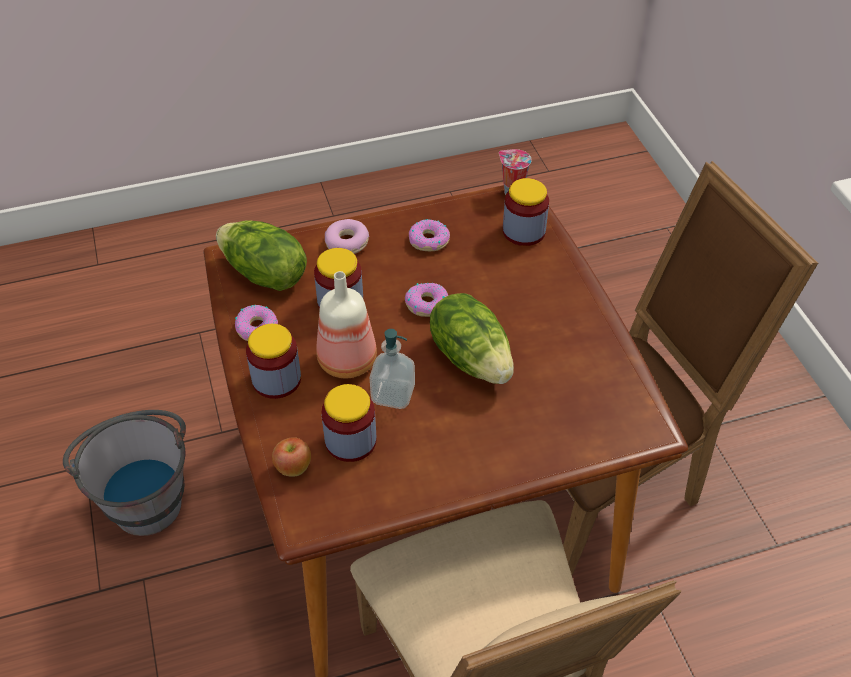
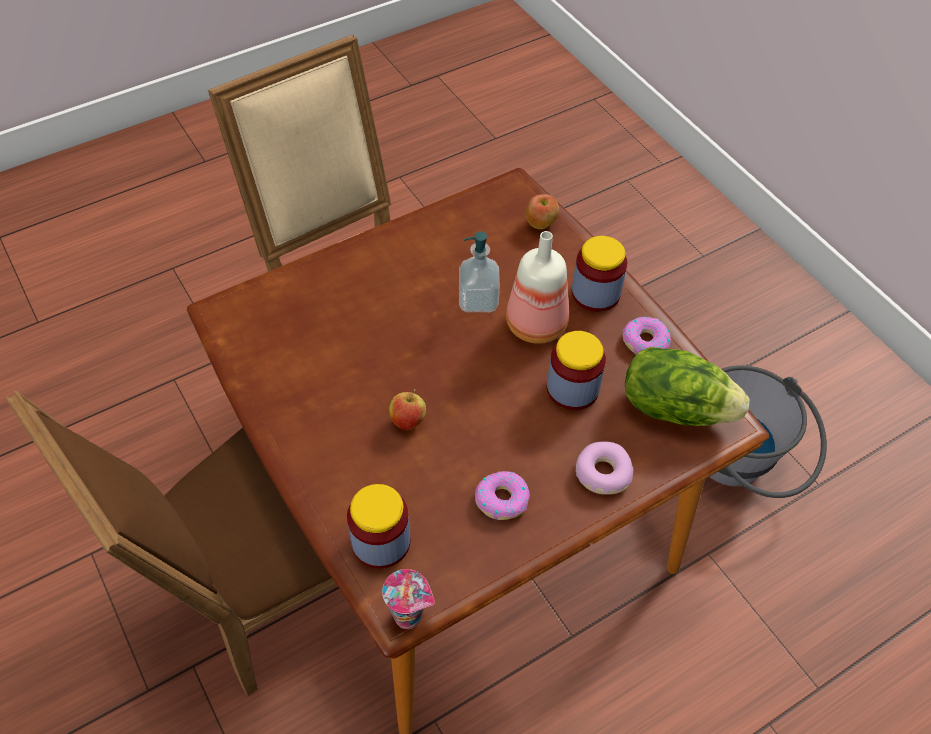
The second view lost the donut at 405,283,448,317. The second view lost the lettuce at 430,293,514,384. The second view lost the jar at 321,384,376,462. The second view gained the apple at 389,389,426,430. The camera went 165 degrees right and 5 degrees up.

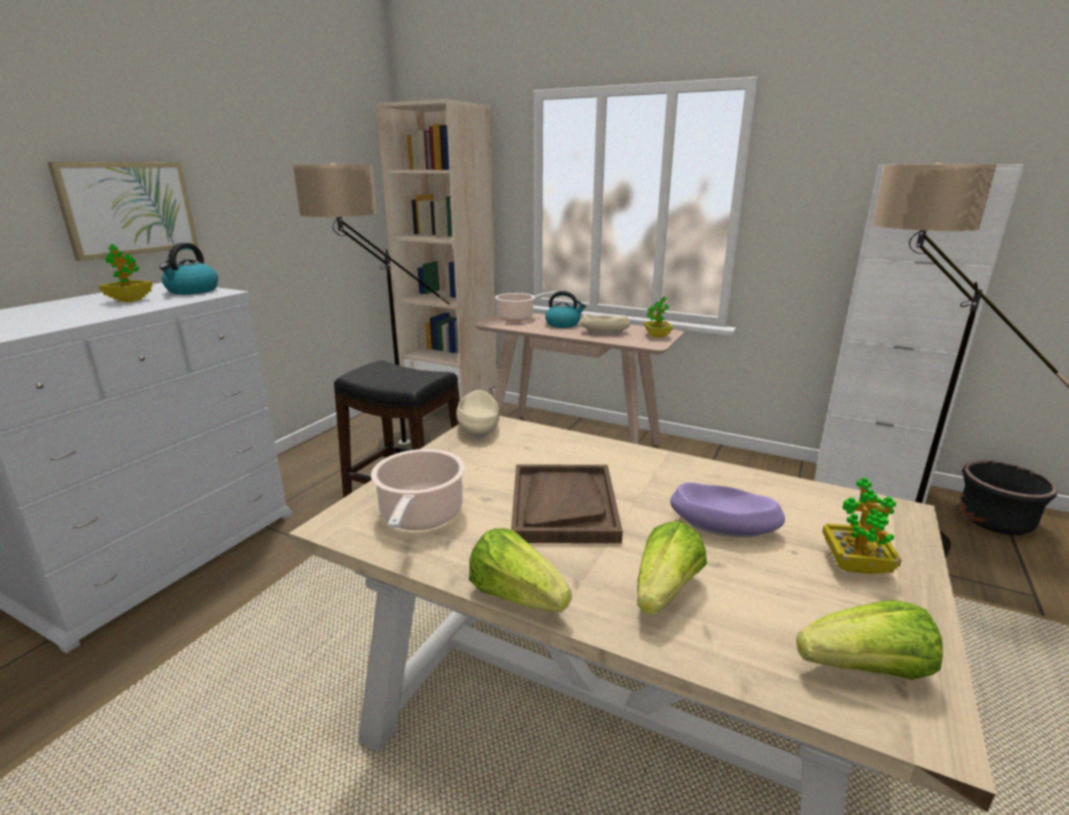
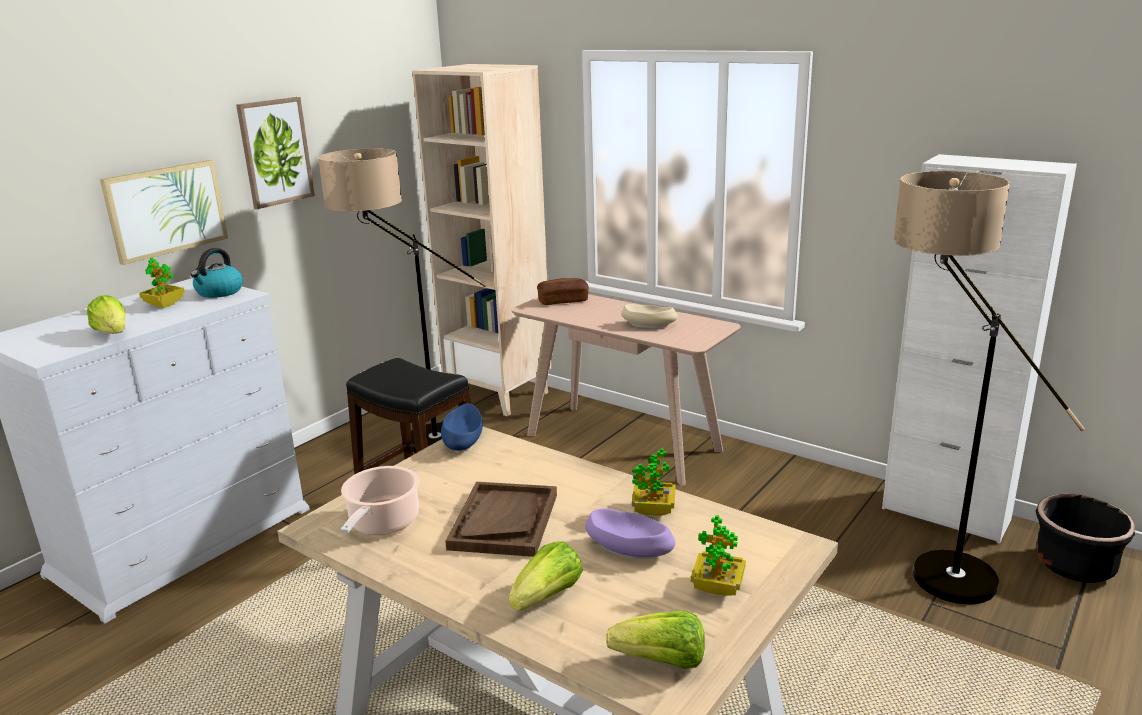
The second view lost the kettle at 545,291,586,328. Where the cooking_pot stood at 495,292,556,321, the bread came to stand at 537,278,589,305. The potted_plant ended up elsewhere, having gone from 644,296,673,338 to 632,448,675,516. What was the beige_bowl at 456,390,499,439 turned into the blue_bowl at 441,403,483,453. The lettuce ended up elsewhere, having gone from 469,528,572,612 to 87,295,126,334. The second view gained the picture at 236,97,315,209. The camera went 10 degrees right and 0 degrees up.

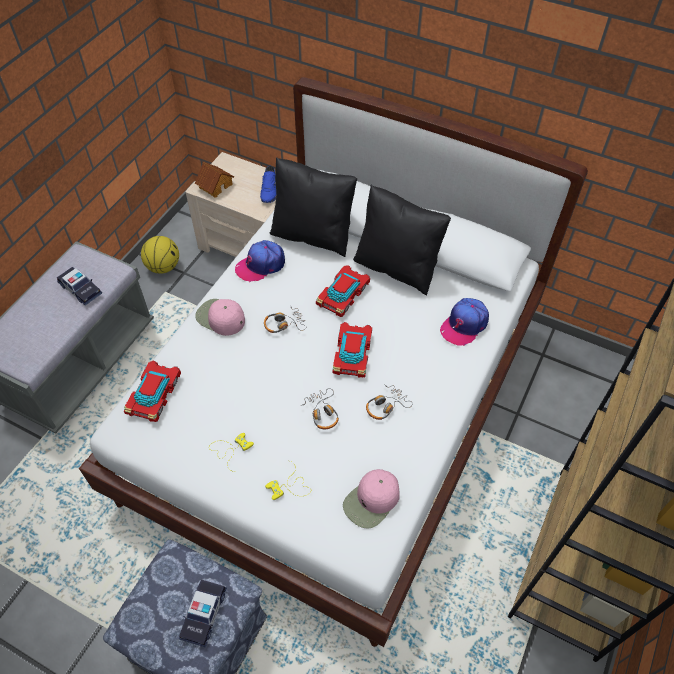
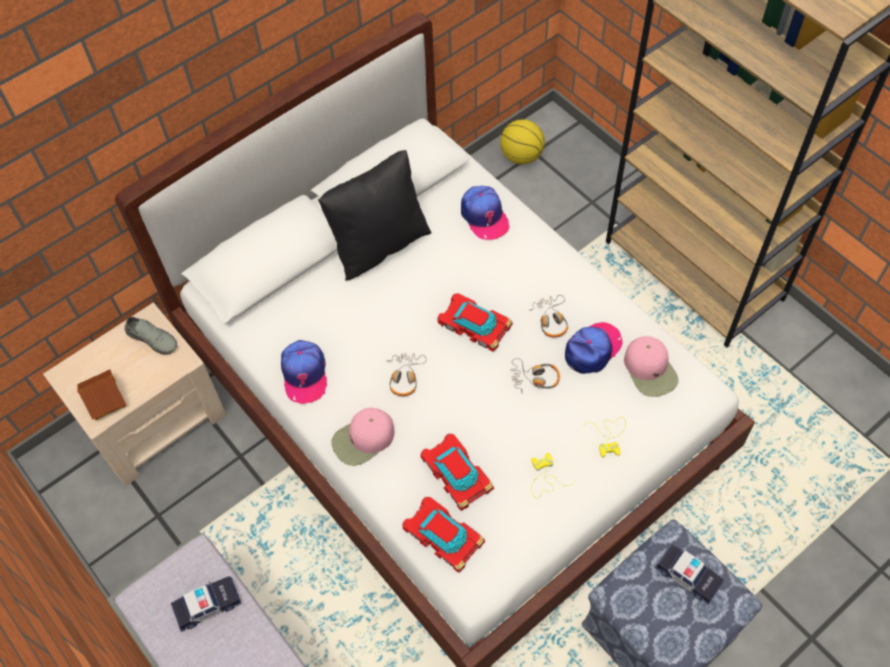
The second view lost the black_pillow at 270,157,357,257. What was the blue_shoe at 260,166,276,203 turned into the grey_shoe at 125,317,177,354. The basketball ended up elsewhere, having gone from 141,236,179,274 to 500,120,545,164. The toy_car ended up elsewhere, having gone from 316,265,370,317 to 420,433,494,511. The second view gained the cap at 565,322,623,374. The camera went 65 degrees left and 5 degrees up.

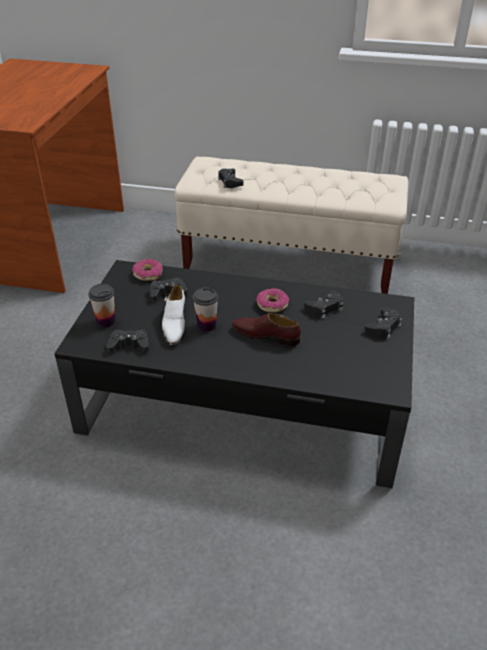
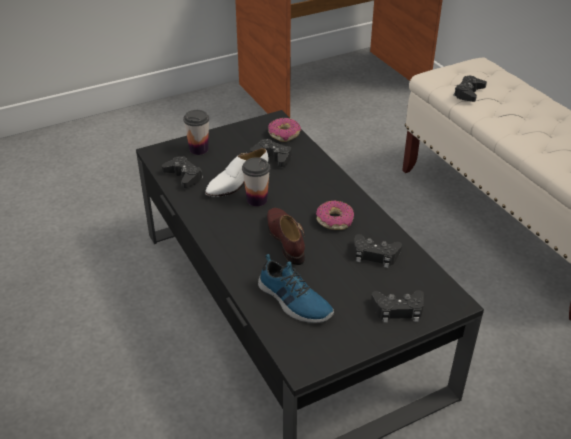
The second view gained the shoe at 258,254,334,323. The camera went 50 degrees right and 0 degrees up.

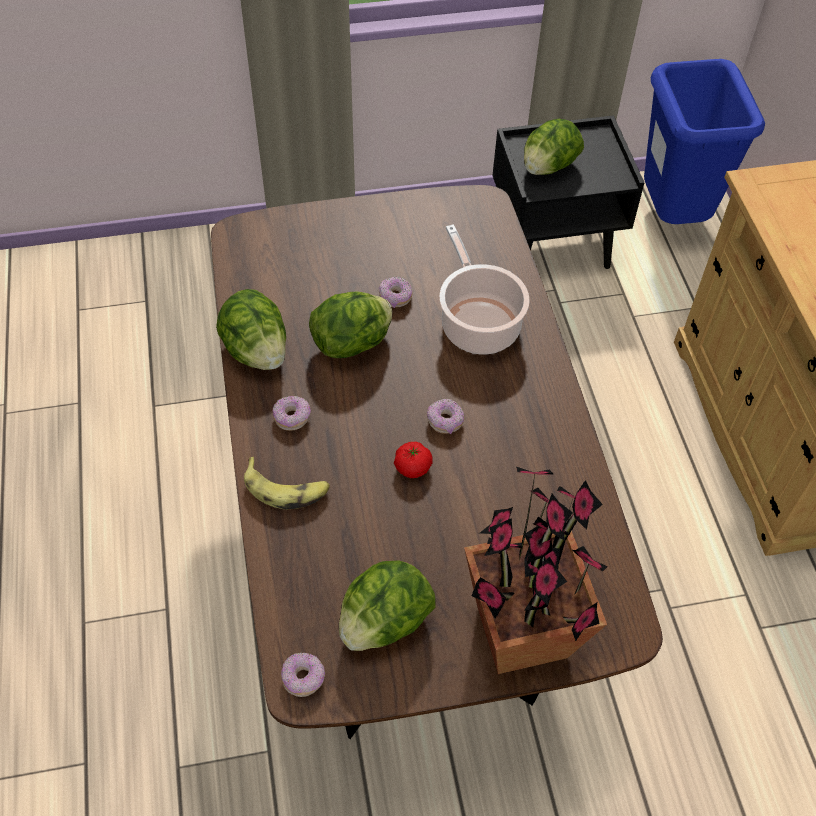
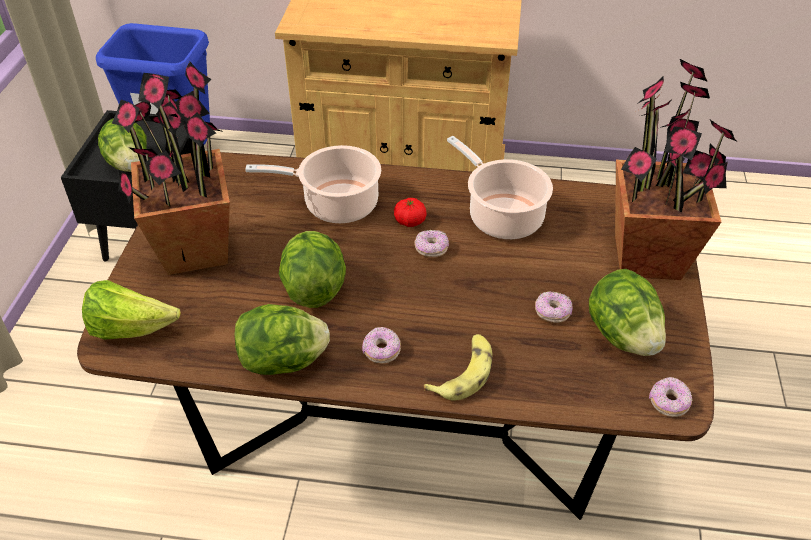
The donut ended up elsewhere, having gone from 379,277,413,308 to 535,291,573,323. The tomato ended up elsewhere, having gone from 394,442,433,478 to 394,198,427,227. The second view gained the potted_plant at 112,62,230,275. The second view gained the cooking_pot at 447,136,553,239. The second view gained the lettuce at 82,280,181,339. The camera went 70 degrees left and 10 degrees down.

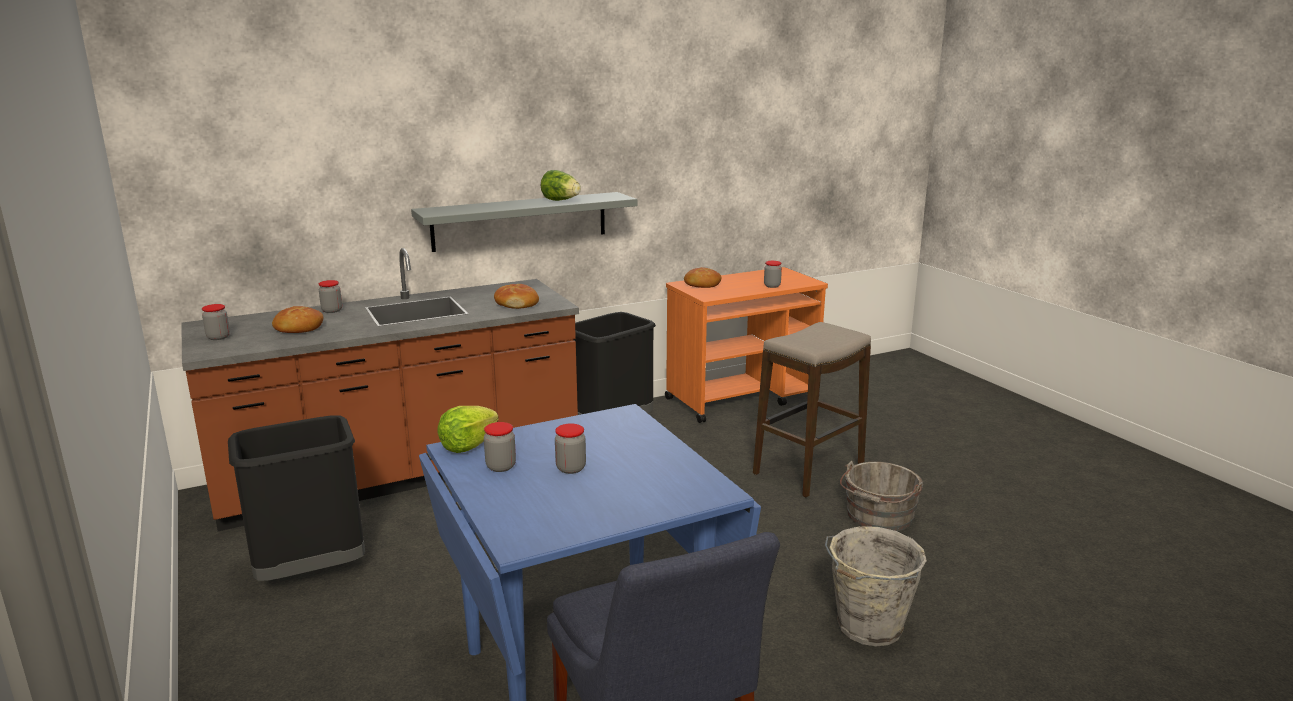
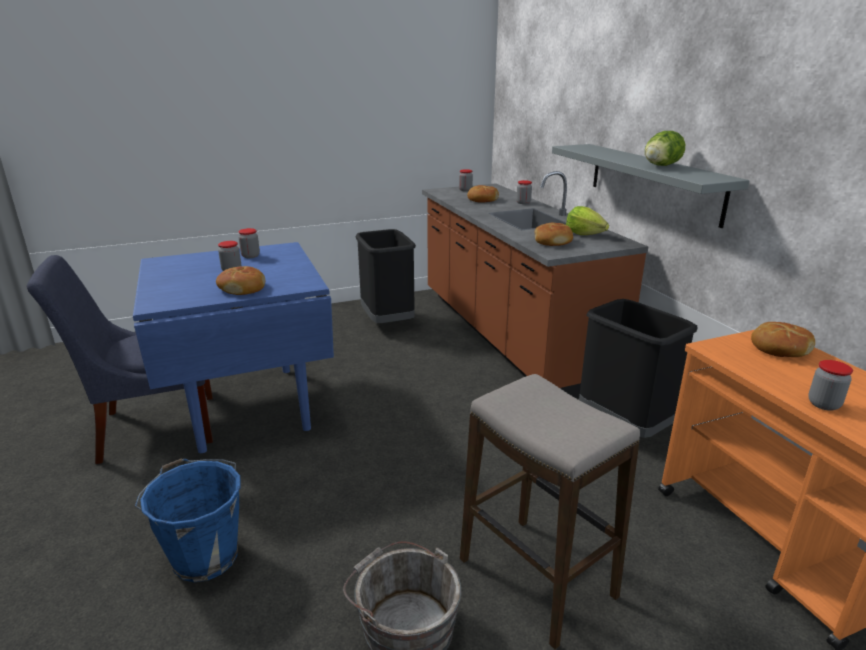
The lettuce ended up elsewhere, having gone from 437,406,498,453 to 566,206,609,235. What was the grey_bucket at 825,526,927,646 turned into the blue_bucket at 135,459,240,582. The second view gained the bread at 216,266,265,295. The camera went 95 degrees right and 5 degrees up.

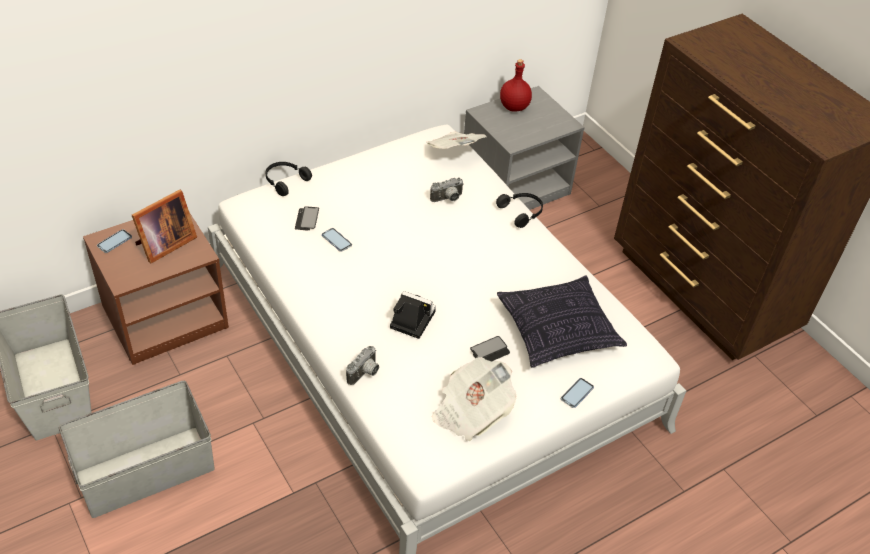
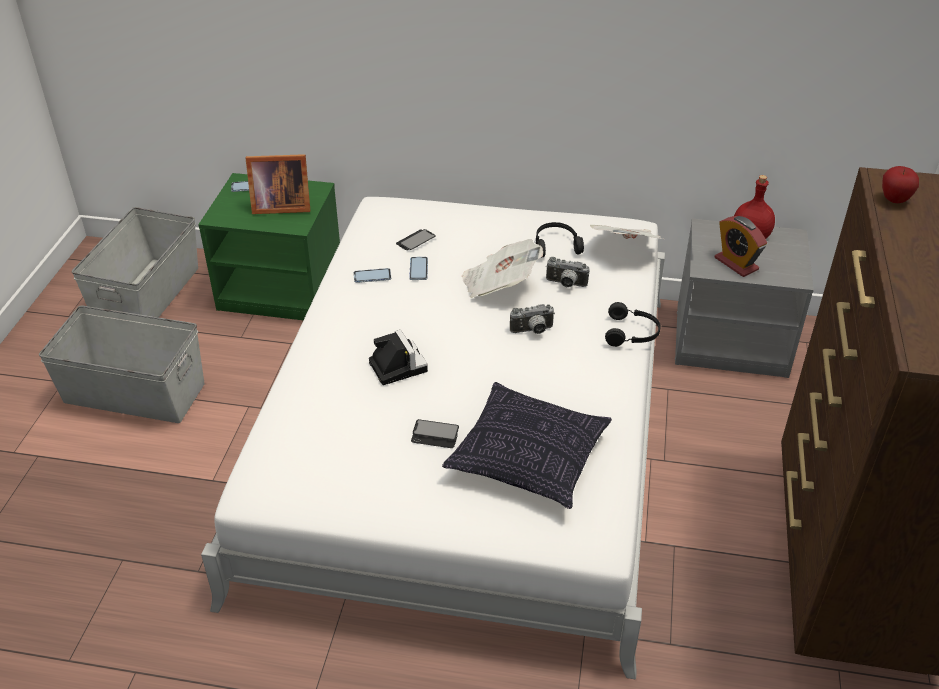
The black_headphones ended up elsewhere, having gone from 266,162,312,196 to 536,222,584,257. What was the brown_nightstand at 83,212,229,365 turned into the green_nightstand at 198,173,340,320. The photo_camera ended up elsewhere, having gone from 346,346,379,385 to 510,304,555,334. The newspaper ended up elsewhere, having gone from 432,357,516,441 to 462,239,543,298. The phone ended up elsewhere, having gone from 561,378,594,408 to 353,268,391,283. The second view gained the apple at 882,166,919,203. The second view gained the alarm_clock at 715,216,767,277. The camera went 45 degrees right and 5 degrees down.

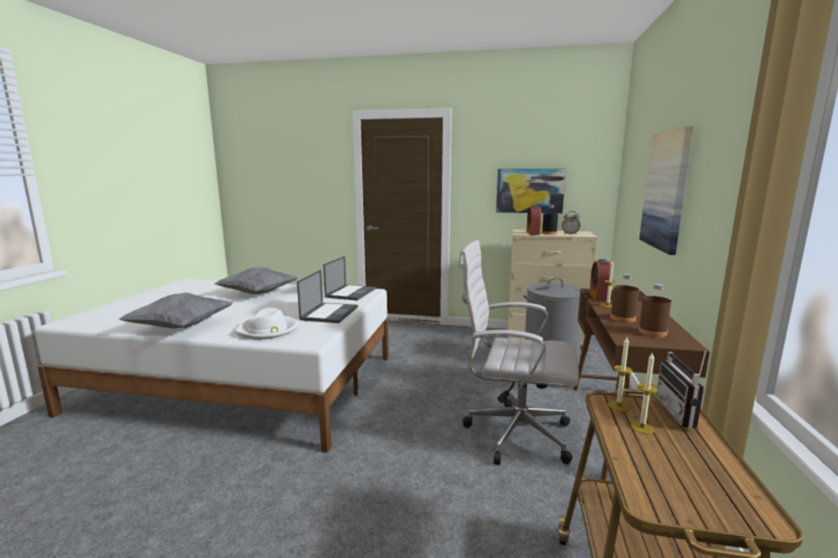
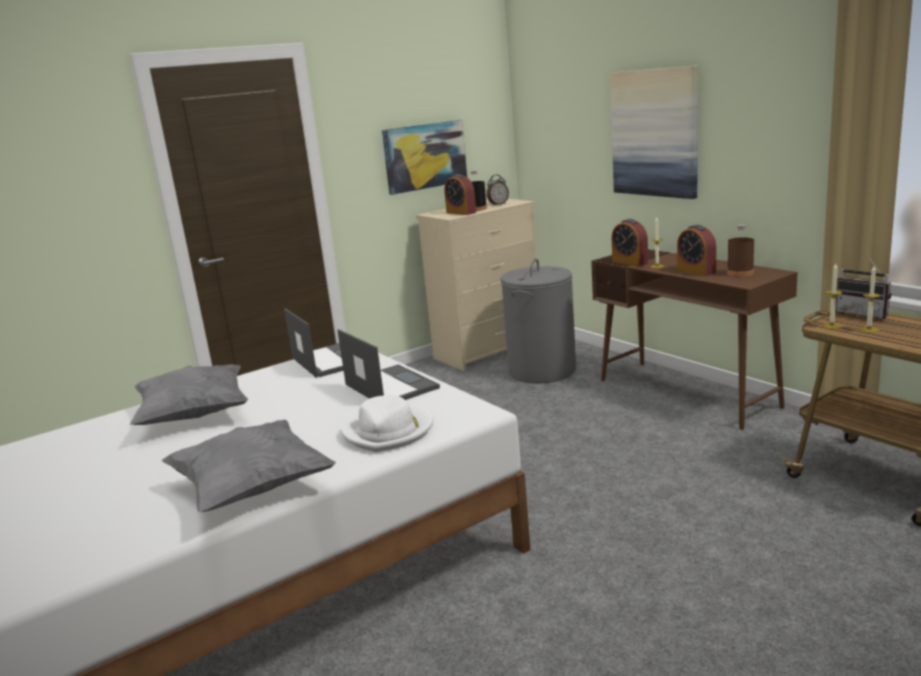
The second view lost the white_office_chair at 459,240,579,465. Where the brown_bottle stood at 610,274,639,323, the alarm_clock came to stand at 677,225,716,276. The camera went 45 degrees left and 5 degrees up.

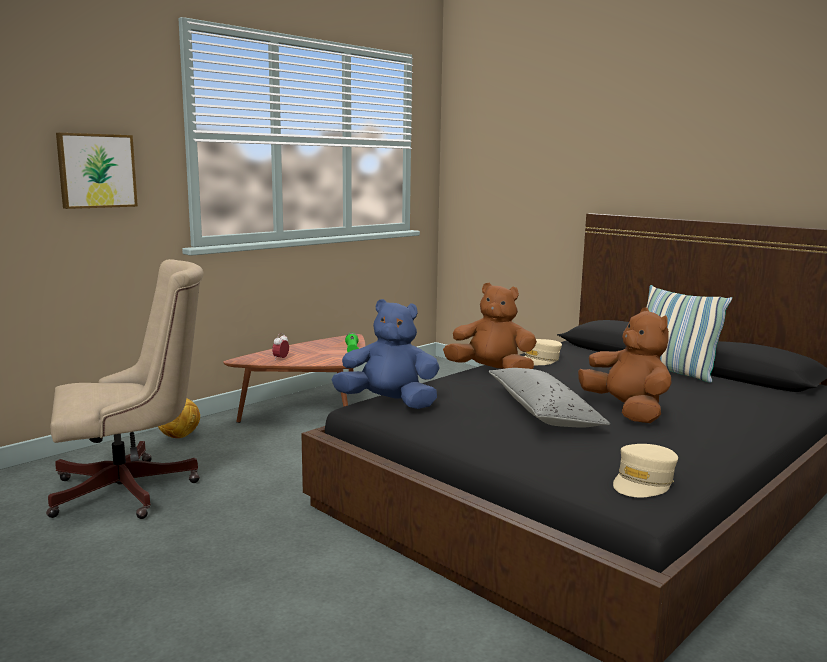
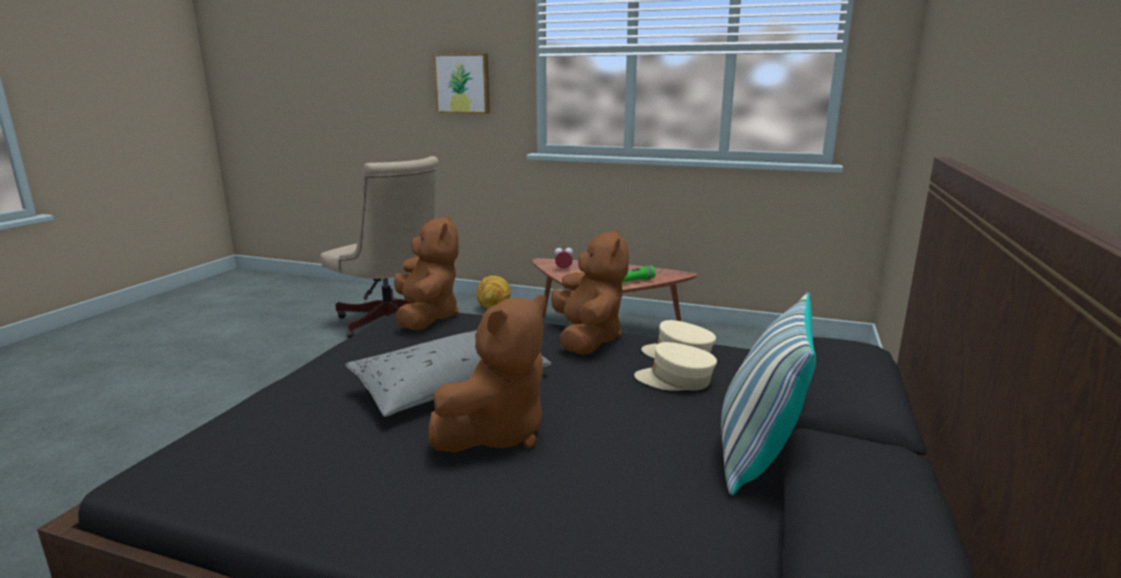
What was the blue_plush_toy at 331,299,440,409 turned into the brown_plush_toy at 394,214,459,330. The beige_cap ended up elsewhere, having gone from 613,444,678,497 to 634,342,717,391. The camera went 65 degrees right and 5 degrees up.

